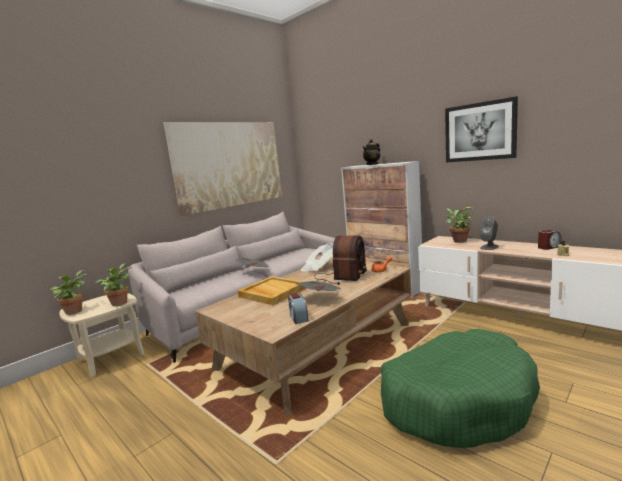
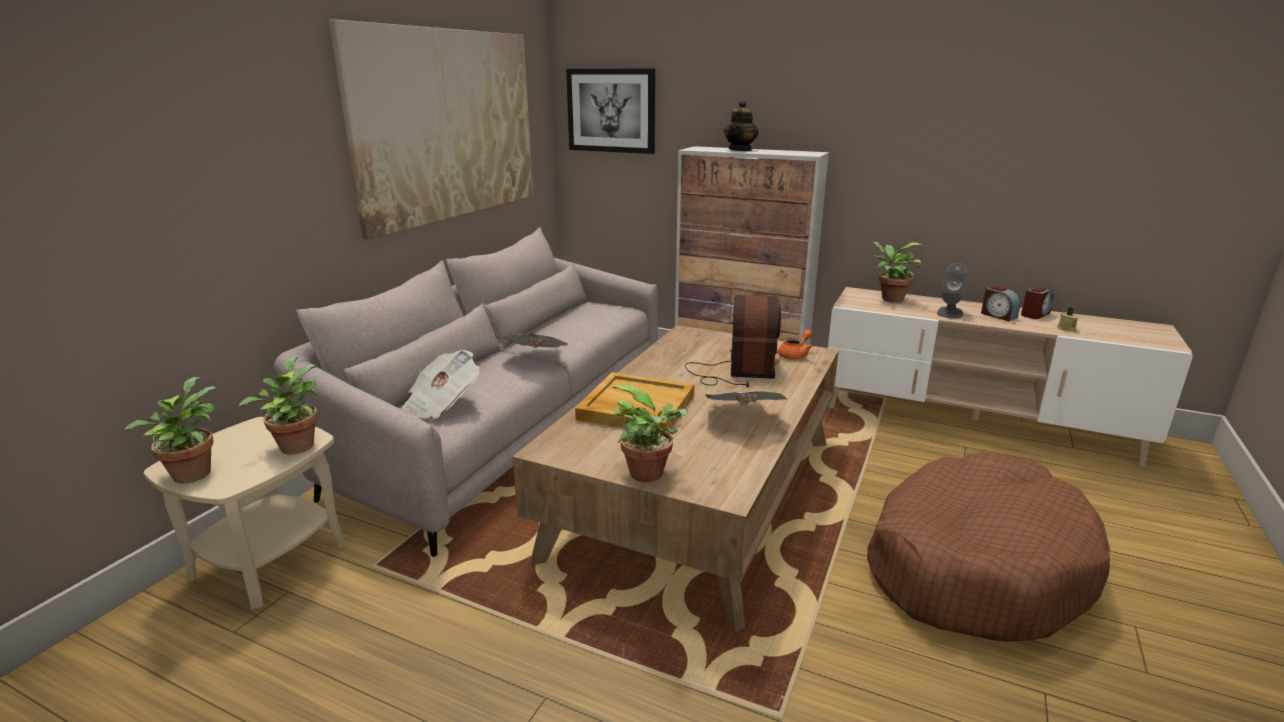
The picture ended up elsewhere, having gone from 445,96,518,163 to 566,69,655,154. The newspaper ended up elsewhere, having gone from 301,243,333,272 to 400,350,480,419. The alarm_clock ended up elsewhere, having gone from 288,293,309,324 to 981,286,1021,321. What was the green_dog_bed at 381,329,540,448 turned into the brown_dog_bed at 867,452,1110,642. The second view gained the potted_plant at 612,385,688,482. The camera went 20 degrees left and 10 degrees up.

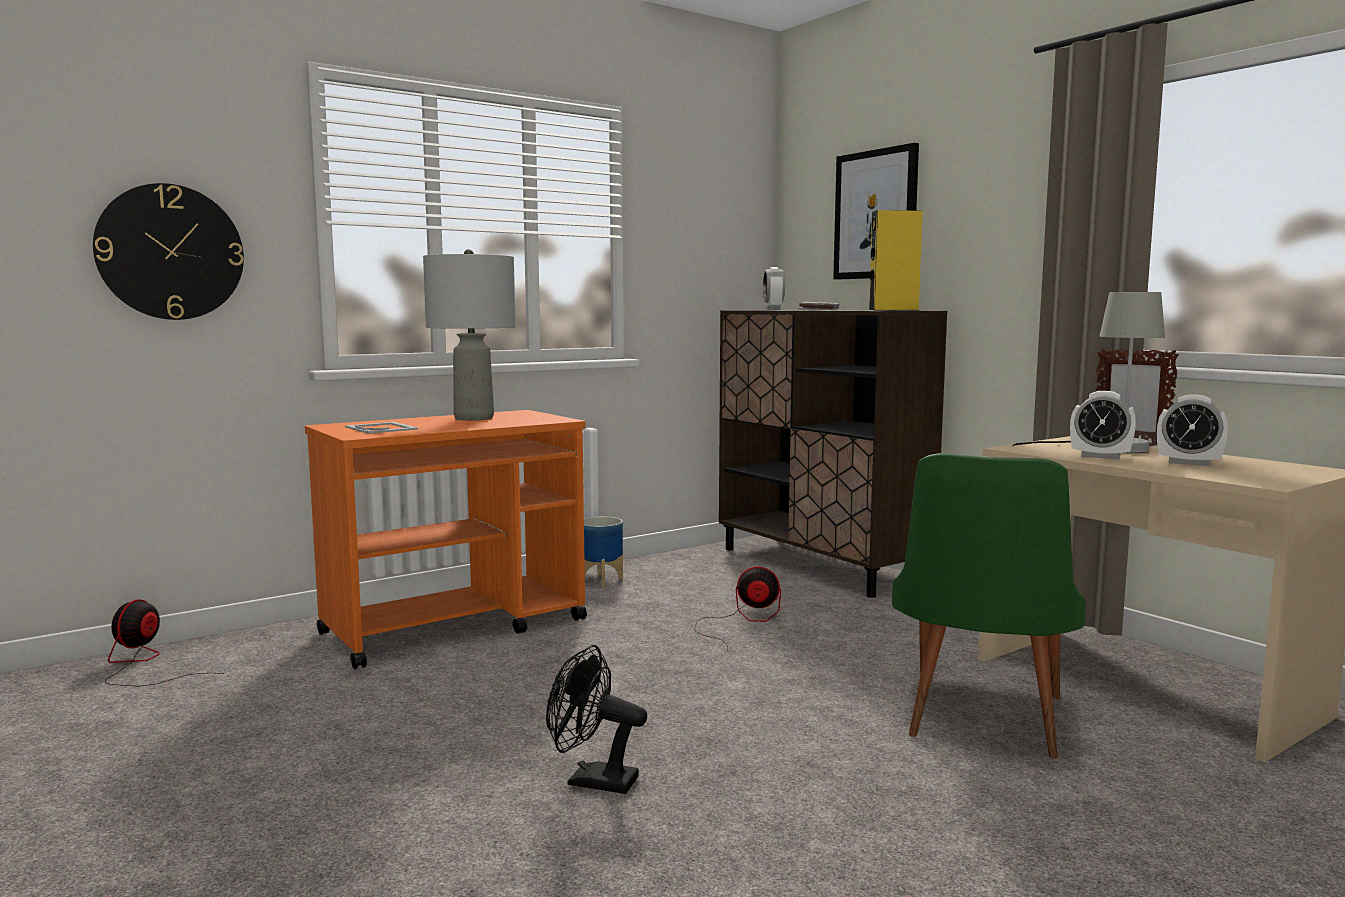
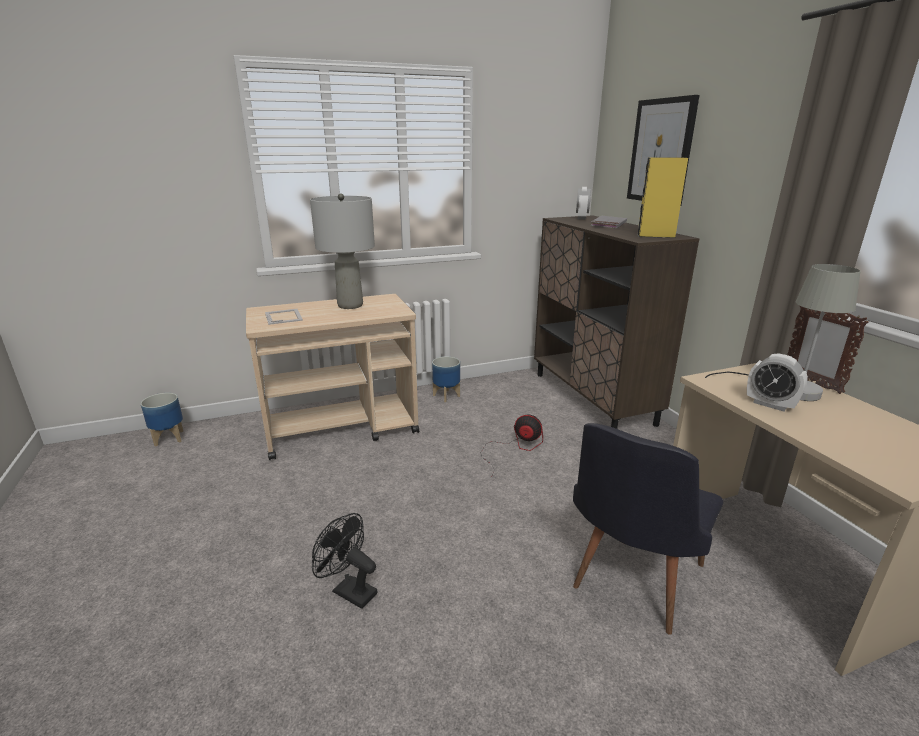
The second view lost the wall_clock at 93,183,244,320. The second view lost the alarm_clock at 1157,394,1228,466. What was the orange_cart at 305,410,587,669 turned into the beige_cart at 246,294,419,460. What was the green_chair at 892,453,1086,759 turned into the black_chair at 573,423,724,635. Where the fan stood at 105,599,224,686, the planter came to stand at 141,393,183,447. The camera went 15 degrees right and 15 degrees up.

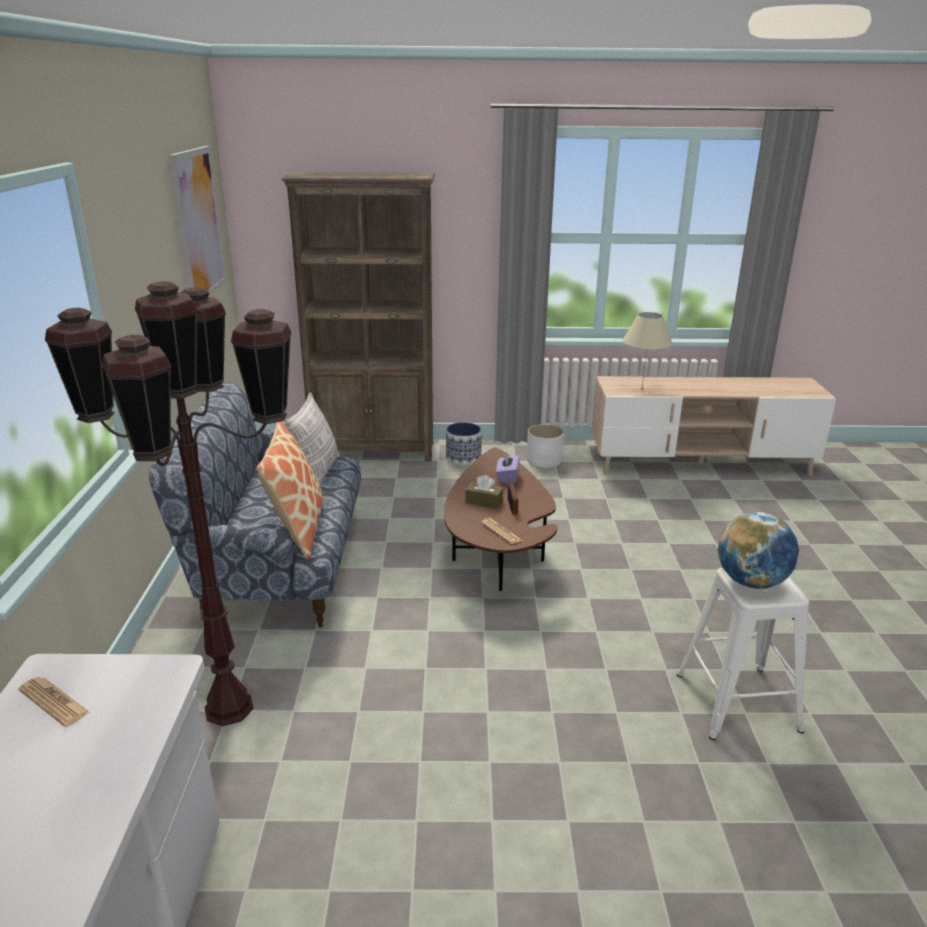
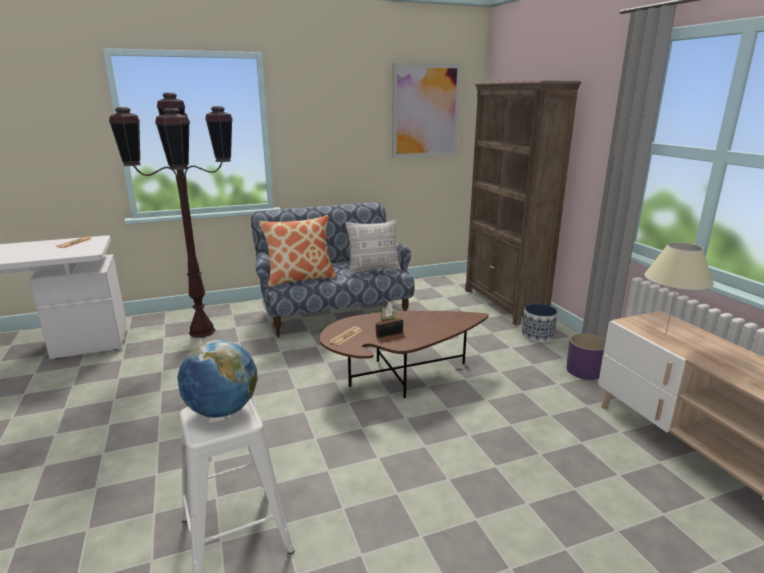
What was the white_planter at 527,424,564,468 turned into the purple_planter at 566,334,606,380. The second view lost the purple_tissue_box at 496,452,520,484. The camera went 70 degrees right and 5 degrees down.

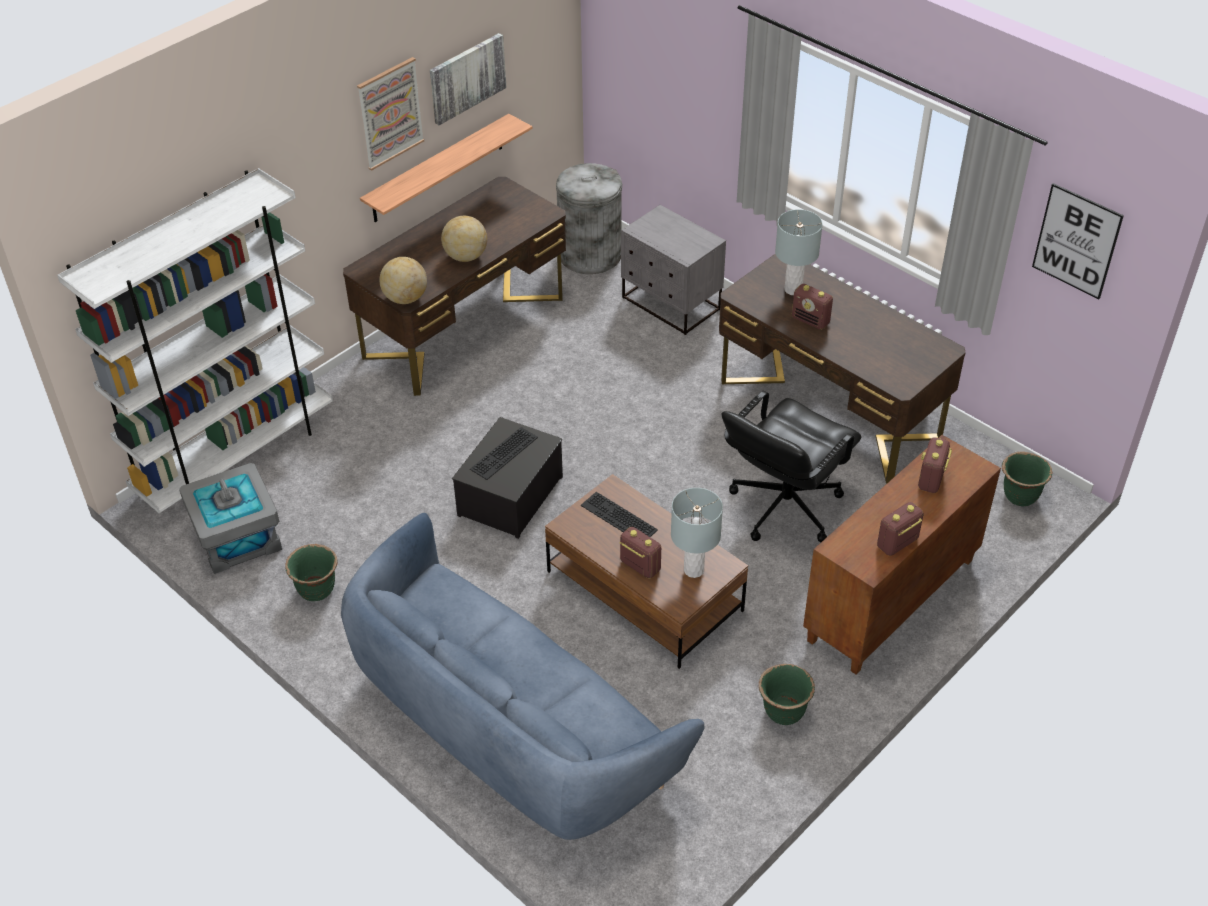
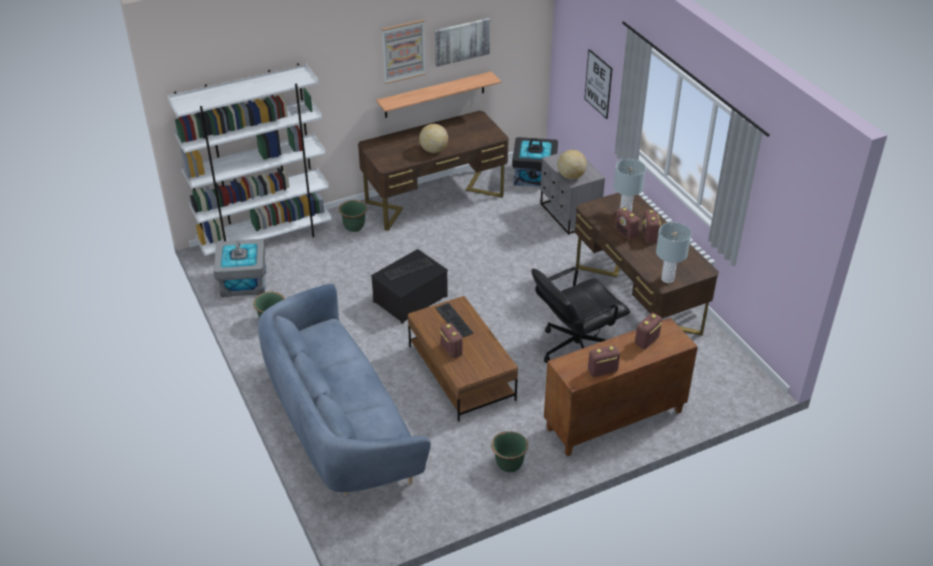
Where the grey_trash_can stood at 556,163,622,274, the black_storage_box came to stand at 512,137,558,187. The picture ended up elsewhere, having gone from 1032,183,1124,299 to 584,49,612,119. The globe ended up elsewhere, having gone from 379,257,427,304 to 557,150,587,179. The green_planter ended up elsewhere, having gone from 1002,452,1052,507 to 338,200,367,232. The grey_table_lamp ended up elsewhere, having gone from 671,488,723,578 to 656,222,691,283. The second view gained the radio at 642,210,661,243. The camera went 20 degrees right and 5 degrees down.

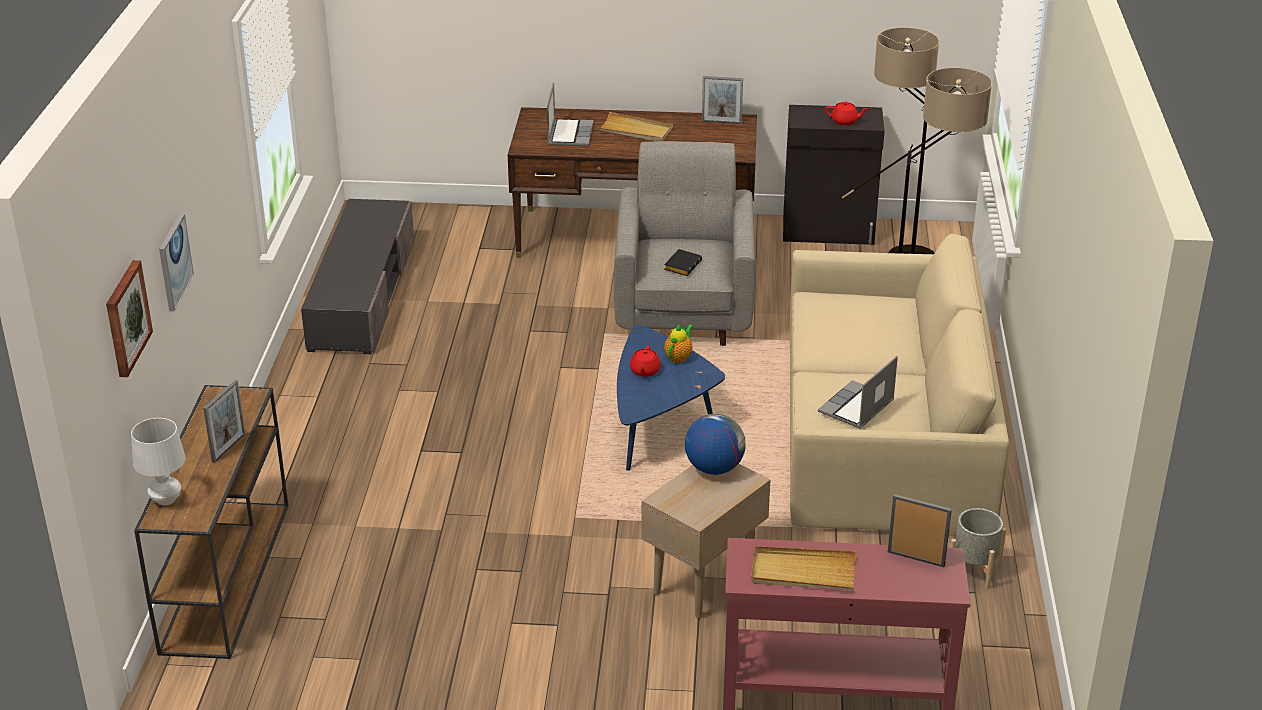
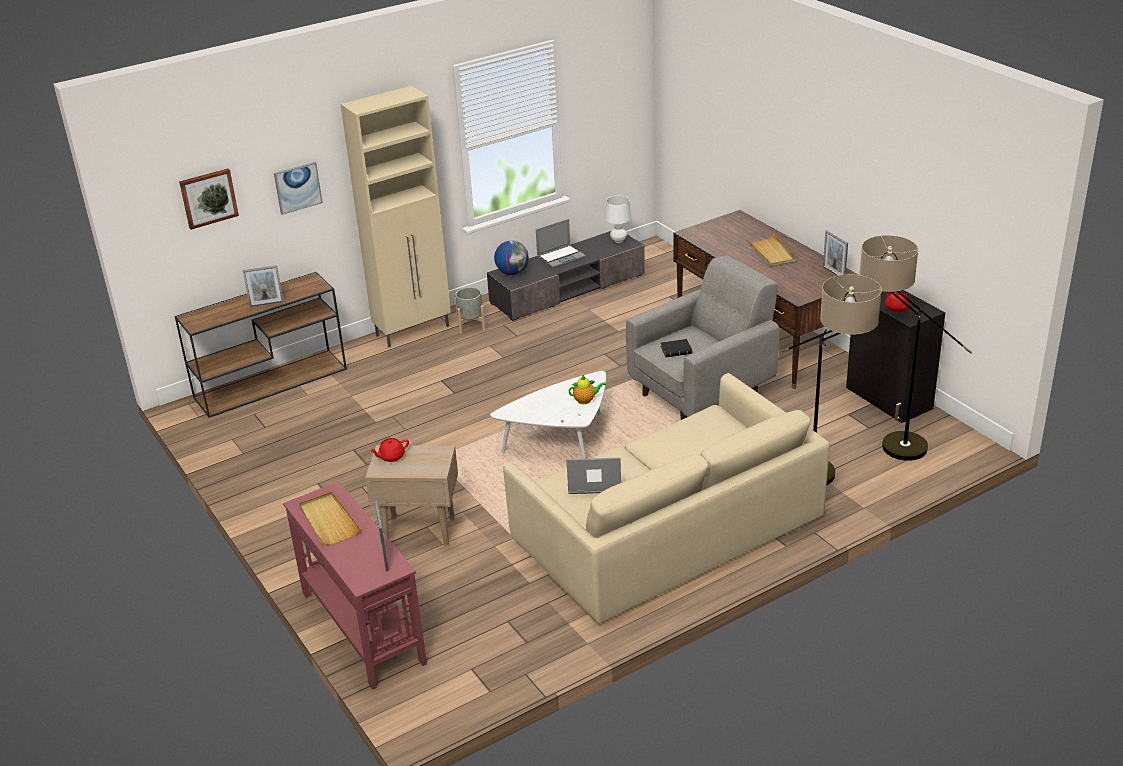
The laptop ended up elsewhere, having gone from 547,83,593,146 to 536,219,586,268. What was the blue_coffee_table at 617,325,725,471 turned into the white_coffee_table at 490,371,606,459. The red_teapot ended up elsewhere, having gone from 630,345,661,377 to 370,438,409,462. The globe ended up elsewhere, having gone from 685,414,746,475 to 494,240,529,275. The white_table_lamp ended up elsewhere, having gone from 131,418,186,505 to 605,195,631,243. The grey_planter ended up elsewhere, having gone from 950,508,1006,590 to 455,287,486,334. The second view gained the beige_cabinet at 340,86,451,347. The camera went 55 degrees right and 0 degrees up.

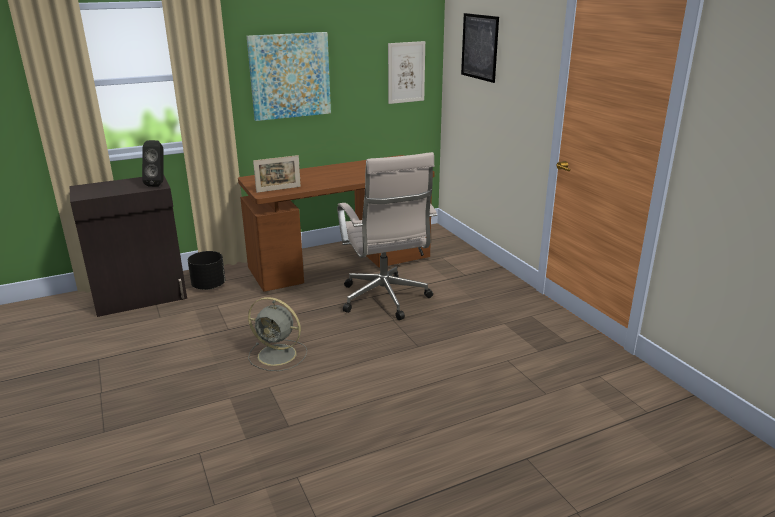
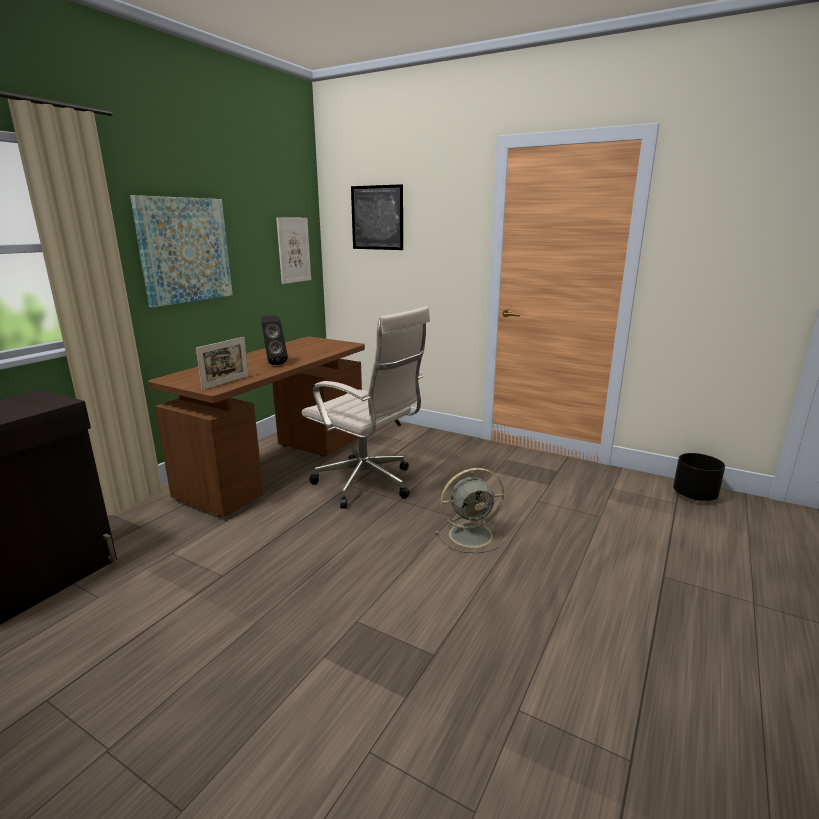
The black_speaker ended up elsewhere, having gone from 142,140,163,187 to 261,315,288,365. The black_planter ended up elsewhere, having gone from 188,251,225,290 to 673,453,725,501. The grey_fan ended up elsewhere, having gone from 248,297,307,371 to 435,468,505,553. The camera went 35 degrees left and 5 degrees down.

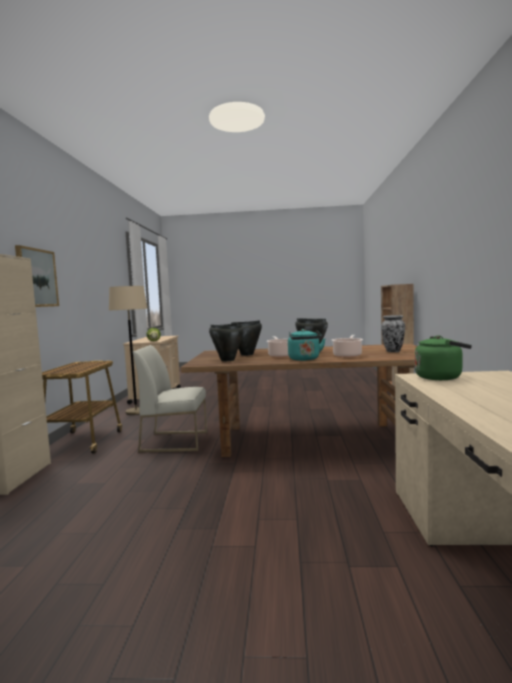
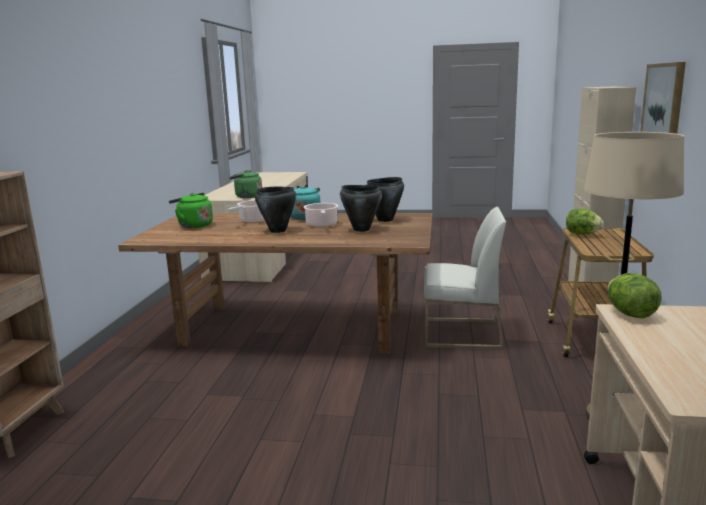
Where the vase stood at 381,315,405,352, the green_kettle came to stand at 169,193,213,228. The second view gained the lettuce at 566,209,604,234. The camera went 175 degrees left and 10 degrees up.

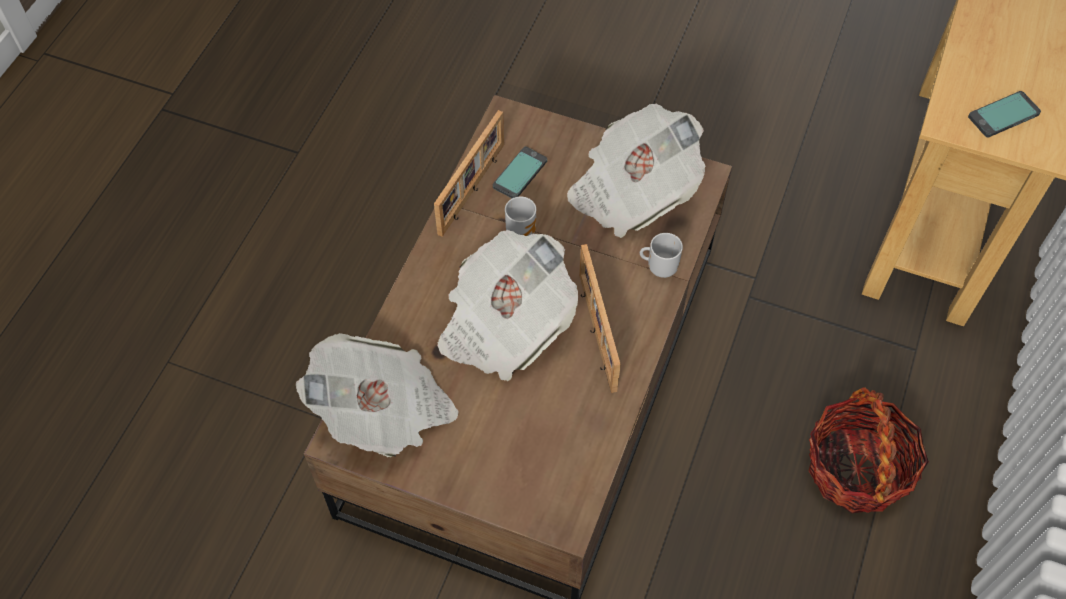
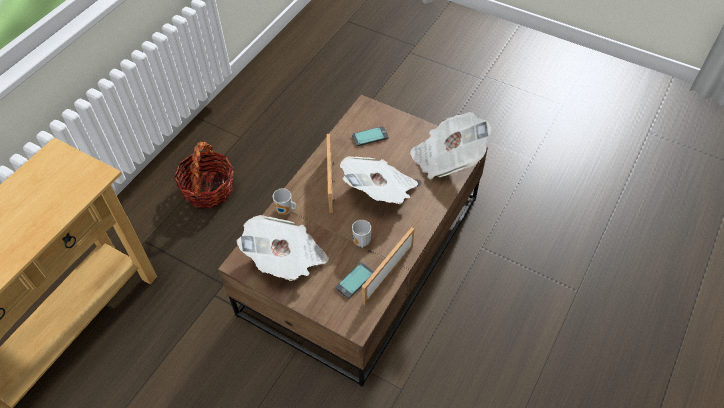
The phone ended up elsewhere, having gone from 968,91,1041,137 to 352,126,388,146. The camera went 170 degrees left and 5 degrees down.

